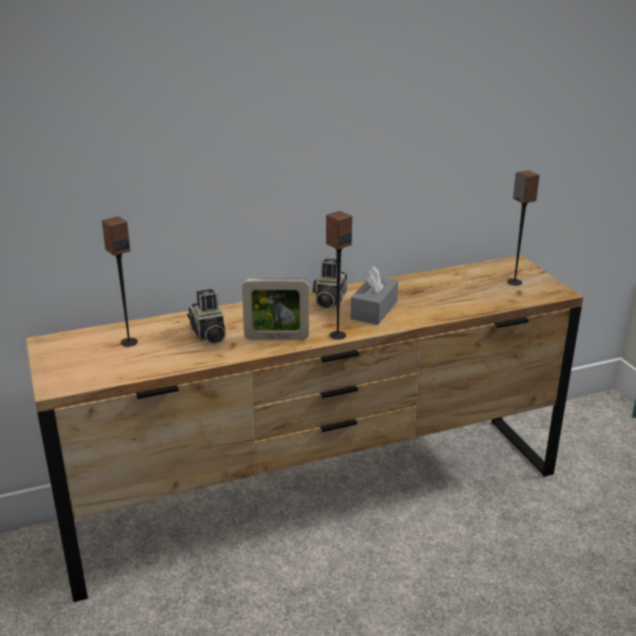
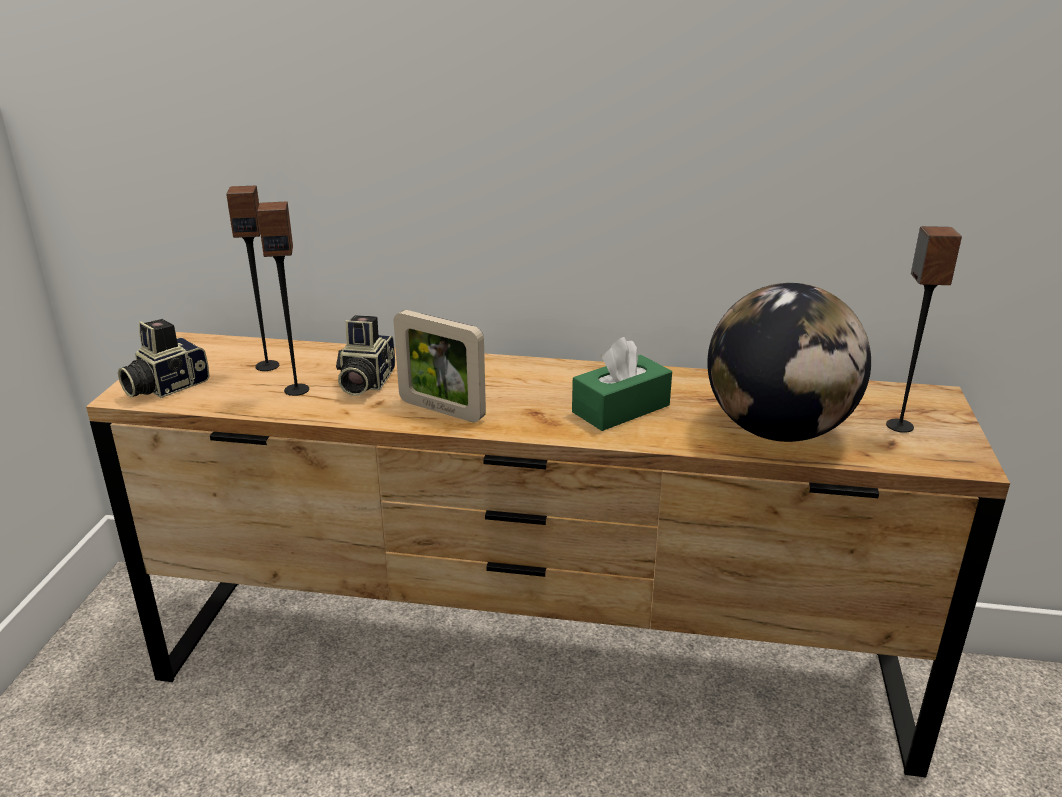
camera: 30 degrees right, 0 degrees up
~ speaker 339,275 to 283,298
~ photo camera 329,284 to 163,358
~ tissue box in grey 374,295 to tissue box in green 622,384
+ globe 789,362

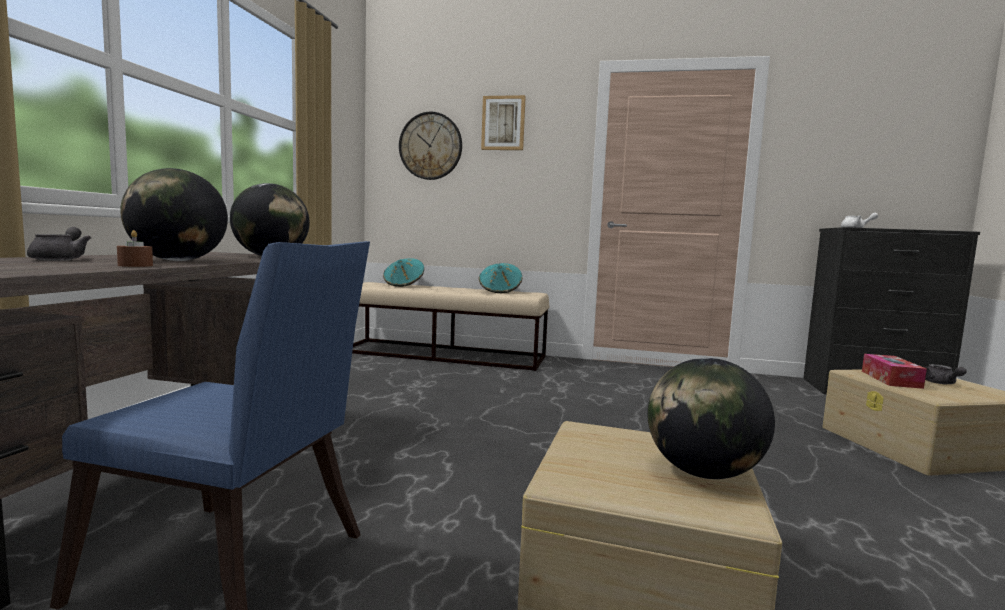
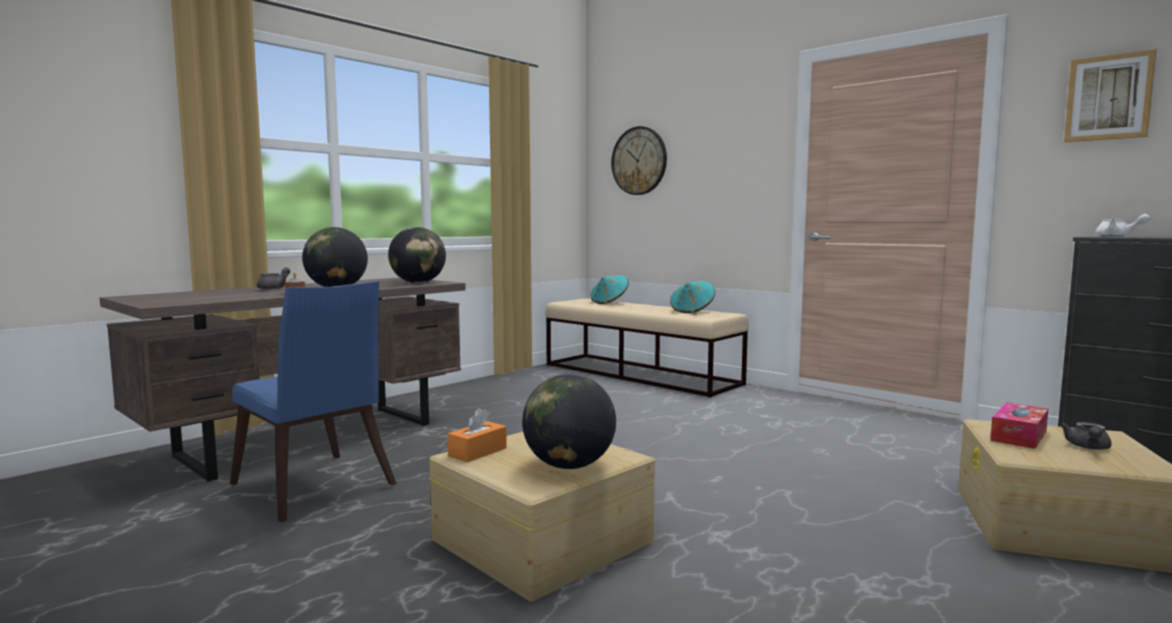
camera: 30 degrees right, 0 degrees up
~ picture 503,122 to 1110,95
+ tissue box in orange 477,435

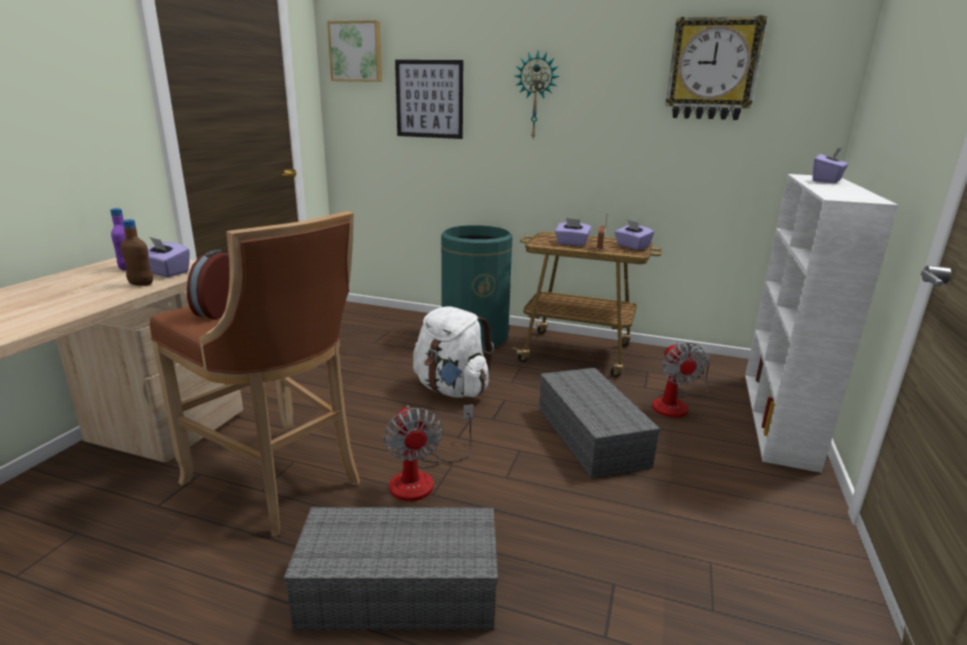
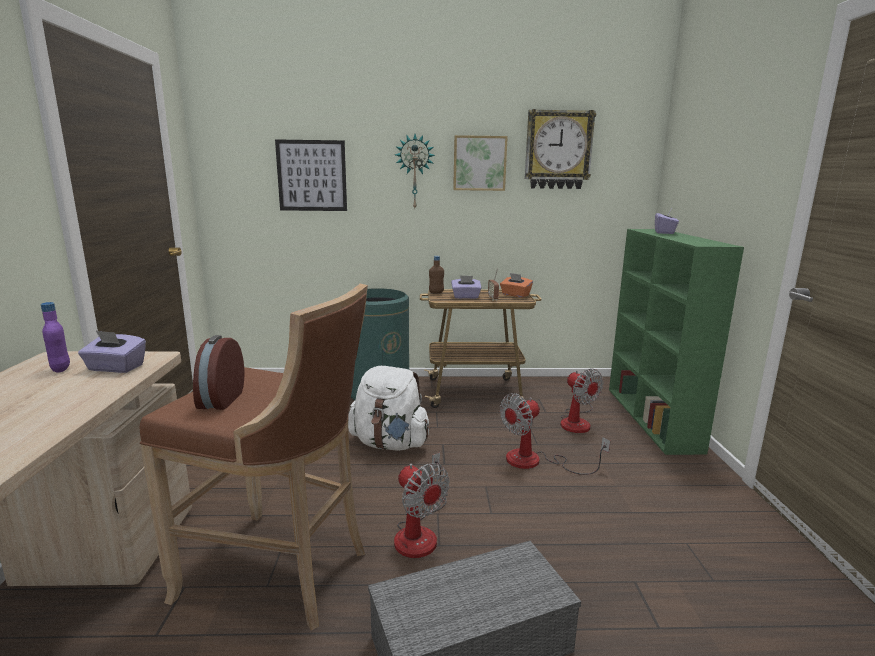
camera: 20 degrees left, 5 degrees down
~ picture 354,51 to 480,163
~ bookcase in white 821,323 to bookcase in green 676,342
~ bottle in brown 136,252 to 436,274
~ tissue box in purple 634,235 to tissue box in orange 516,285
~ storage box in grey 599,423 to fan 555,434

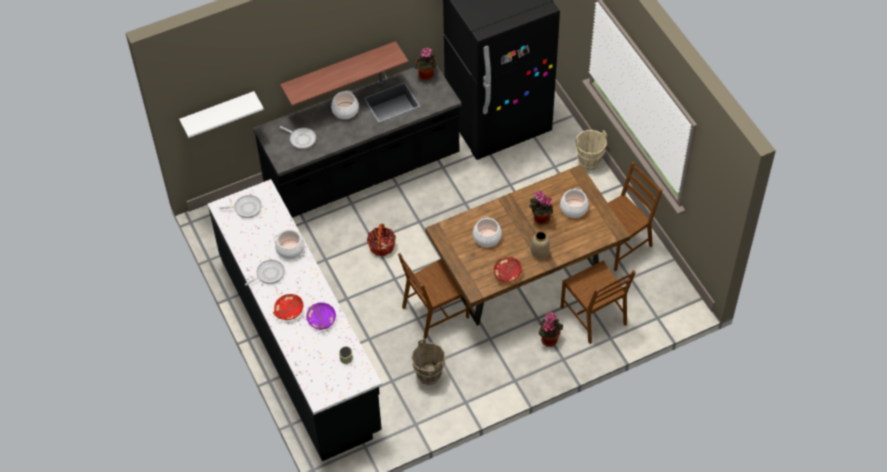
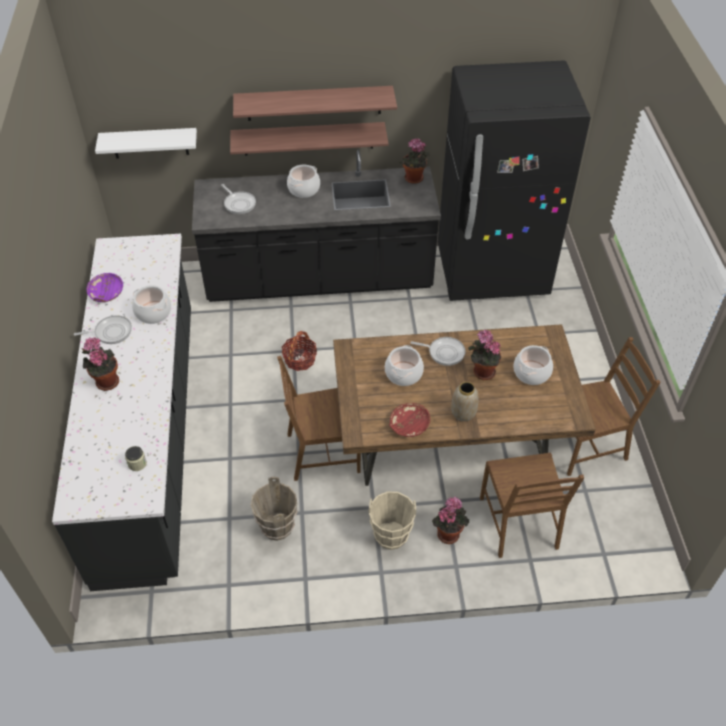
camera: 20 degrees right, 5 degrees down
~ bucket in beige 591,150 to 392,521
~ frying pan 240,206 to 437,351
~ bowl in red 288,307 to potted plant 100,364
~ bowl in purple 321,316 to 105,287
+ shelf 315,103

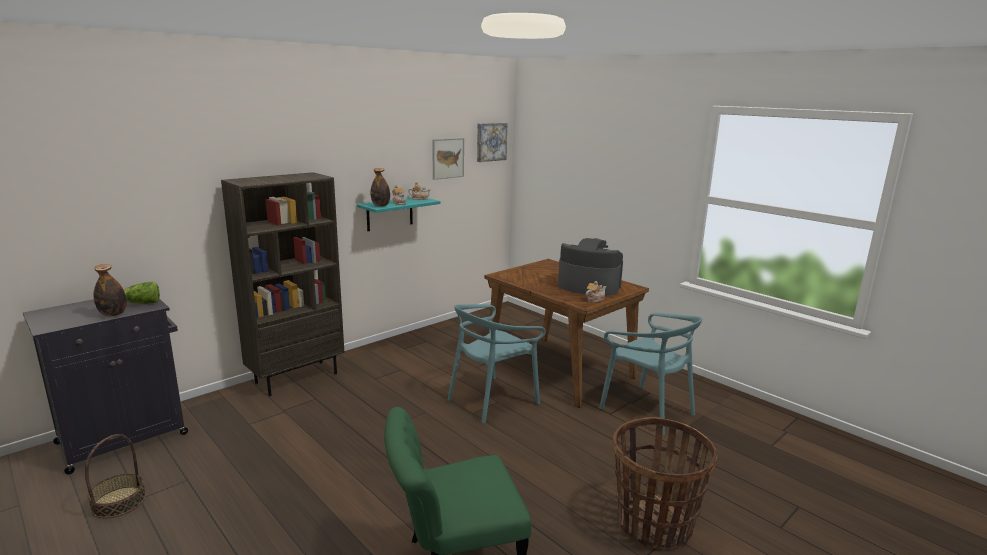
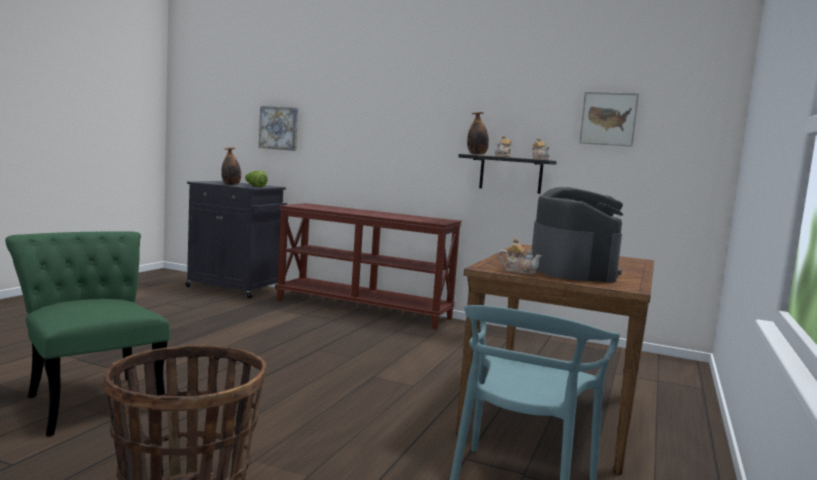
camera: 65 degrees right, 10 degrees down
~ picture 492,142 to 278,128
~ bookcase in brown 283,284 to console table in brown 369,266
~ shelf in turquoise 399,214 to shelf in black 507,174
- chair in turquoise 497,364
- basket 115,476

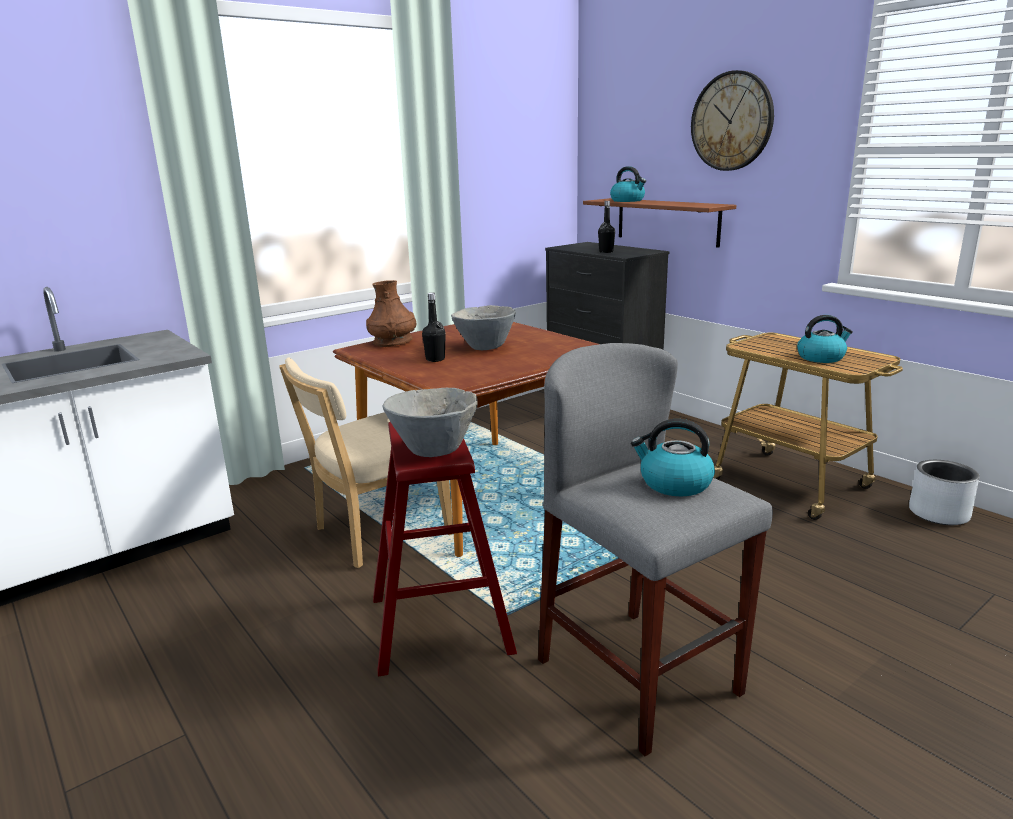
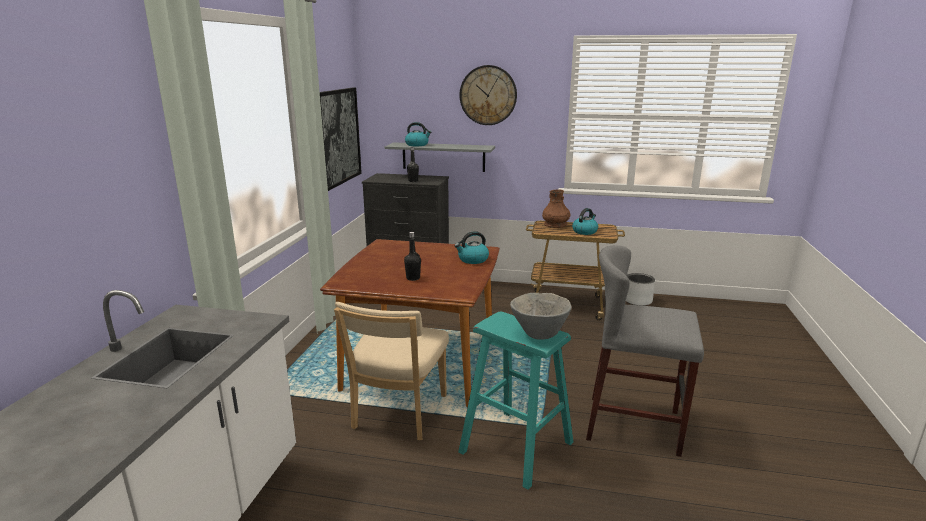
camera: 40 degrees left, 0 degrees up
~ shelf in brown 659,223 to shelf in grey 440,157
~ vase in brown 391,313 to 556,208
- bowl in grey 483,327
~ kettle 673,457 to 472,247
~ stool in red 445,549 to stool in turquoise 515,400
+ picture 341,139

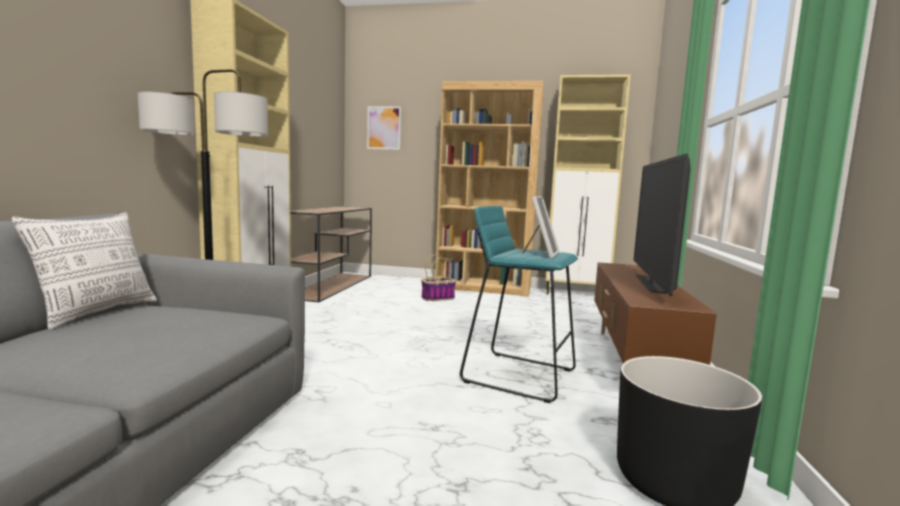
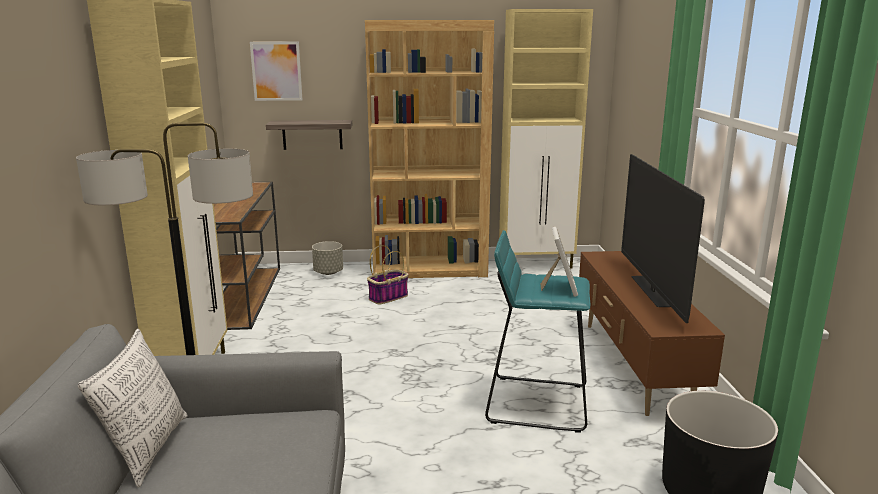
camera: 15 degrees left, 10 degrees up
+ shelf 309,135
+ planter in grey 327,258

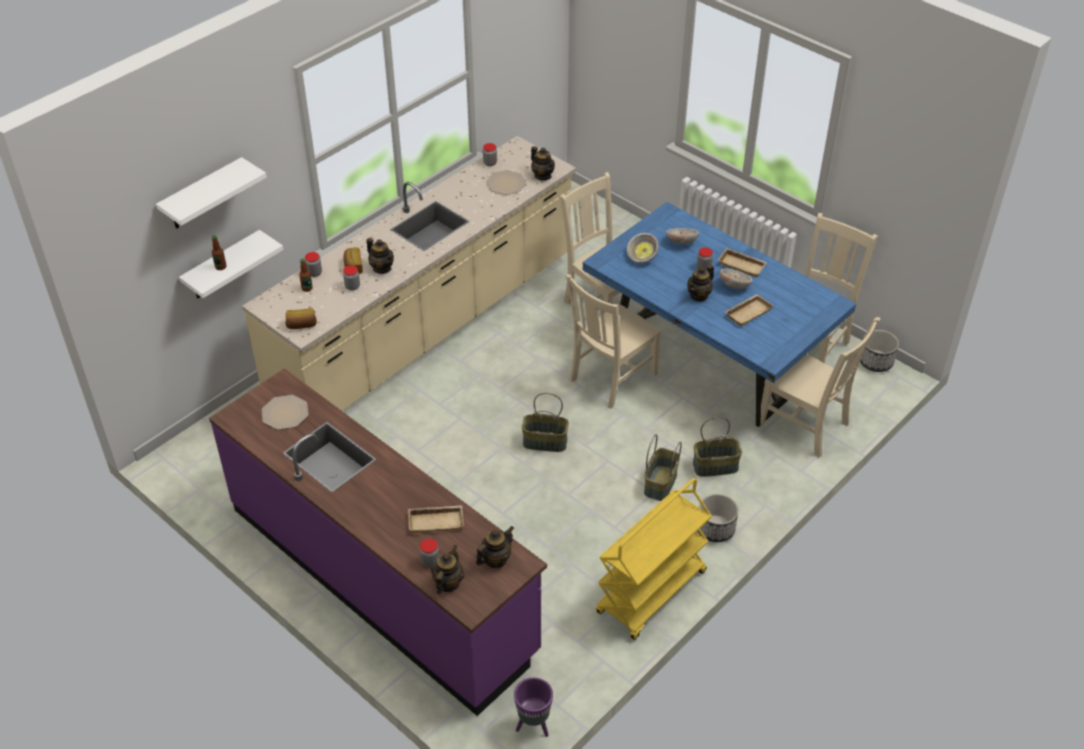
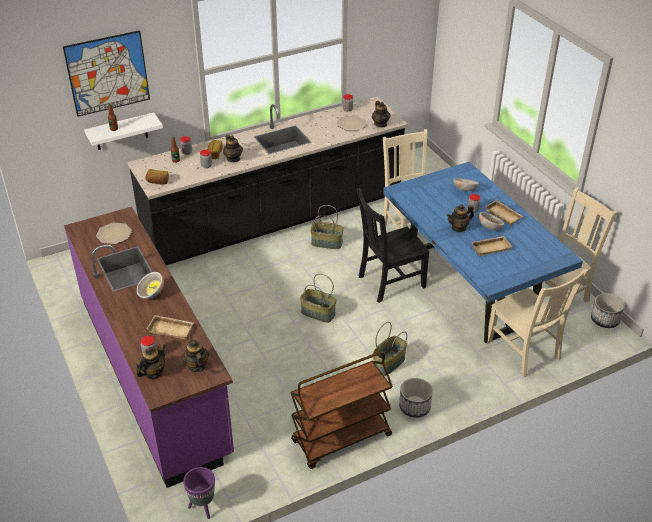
camera: 20 degrees right, 5 degrees down
~ counter in beige 409,273 to counter in black 268,181
~ shelf in white 211,193 to picture 106,73
~ bowl 643,248 to 150,285
~ chair in beige 613,341 to chair in black 393,245
~ basket 717,447 to 327,227
~ cart in yellow 654,559 to cart in brown 342,410
~ teapot 495,547 = 196,354 90 degrees counterclockwise

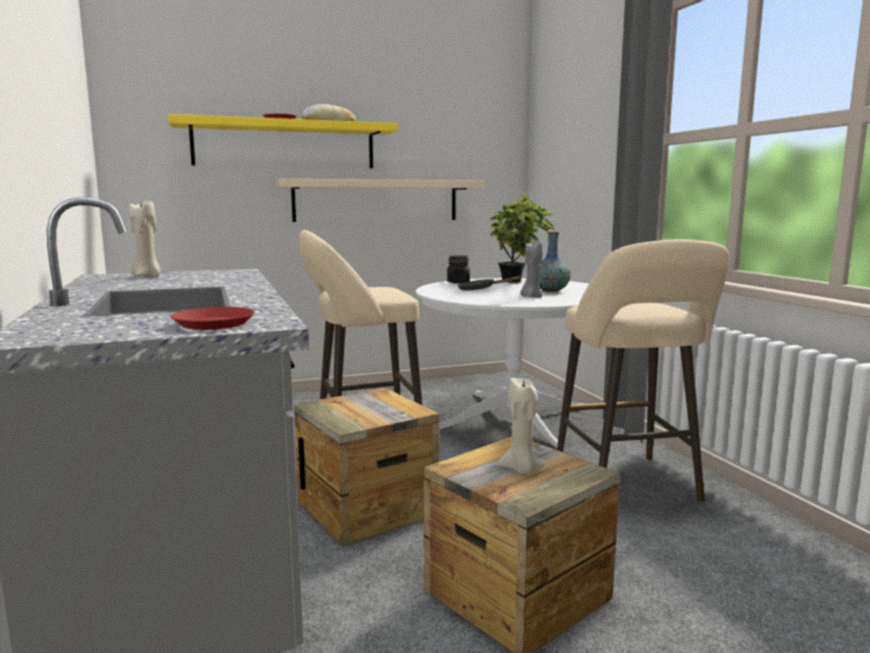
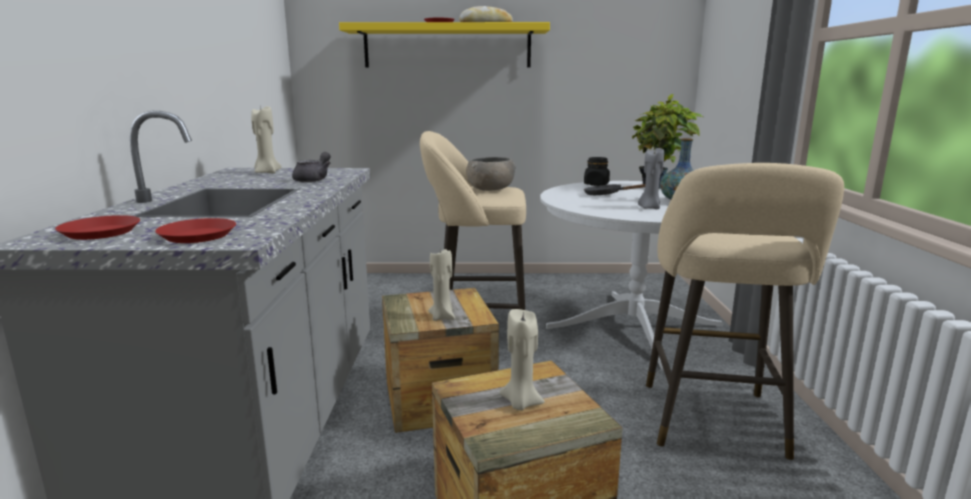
camera: 20 degrees right, 5 degrees up
- shelf in beige 379,200
+ teapot in grey 311,167
+ bowl in grey 491,174
+ plate in red 97,227
+ candle in beige 441,284

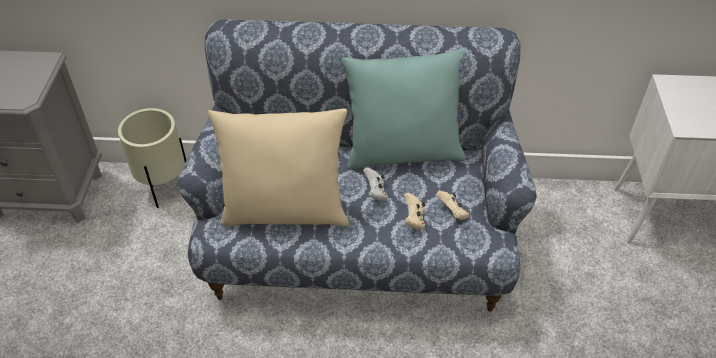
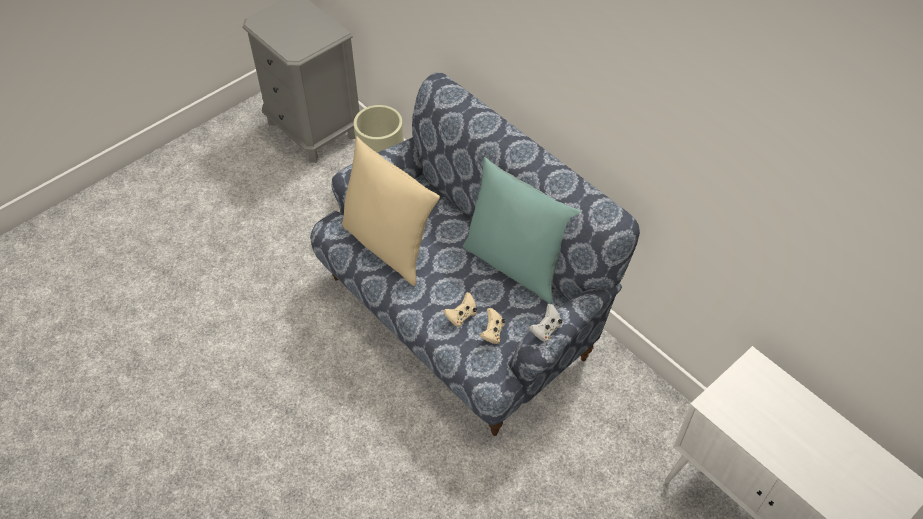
camera: 45 degrees right, 5 degrees up
~ game controller in white 375,184 to 545,323

